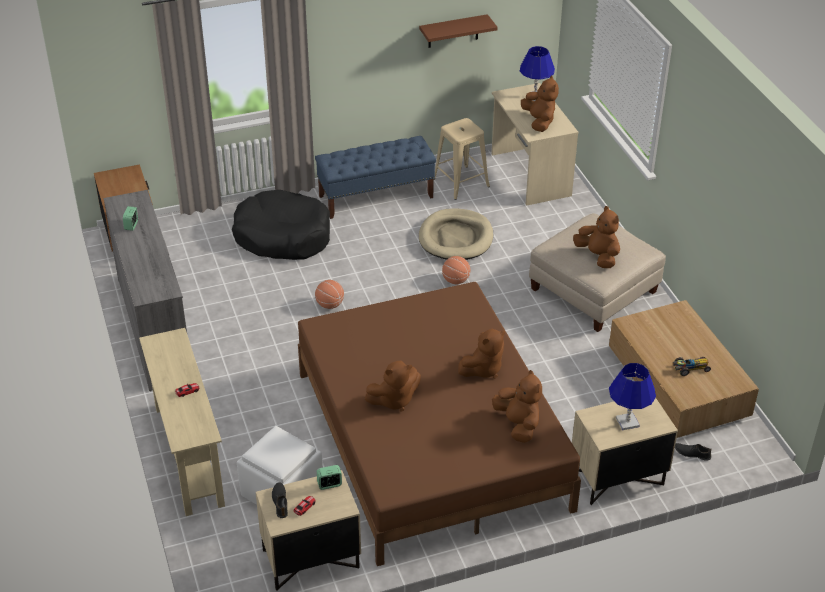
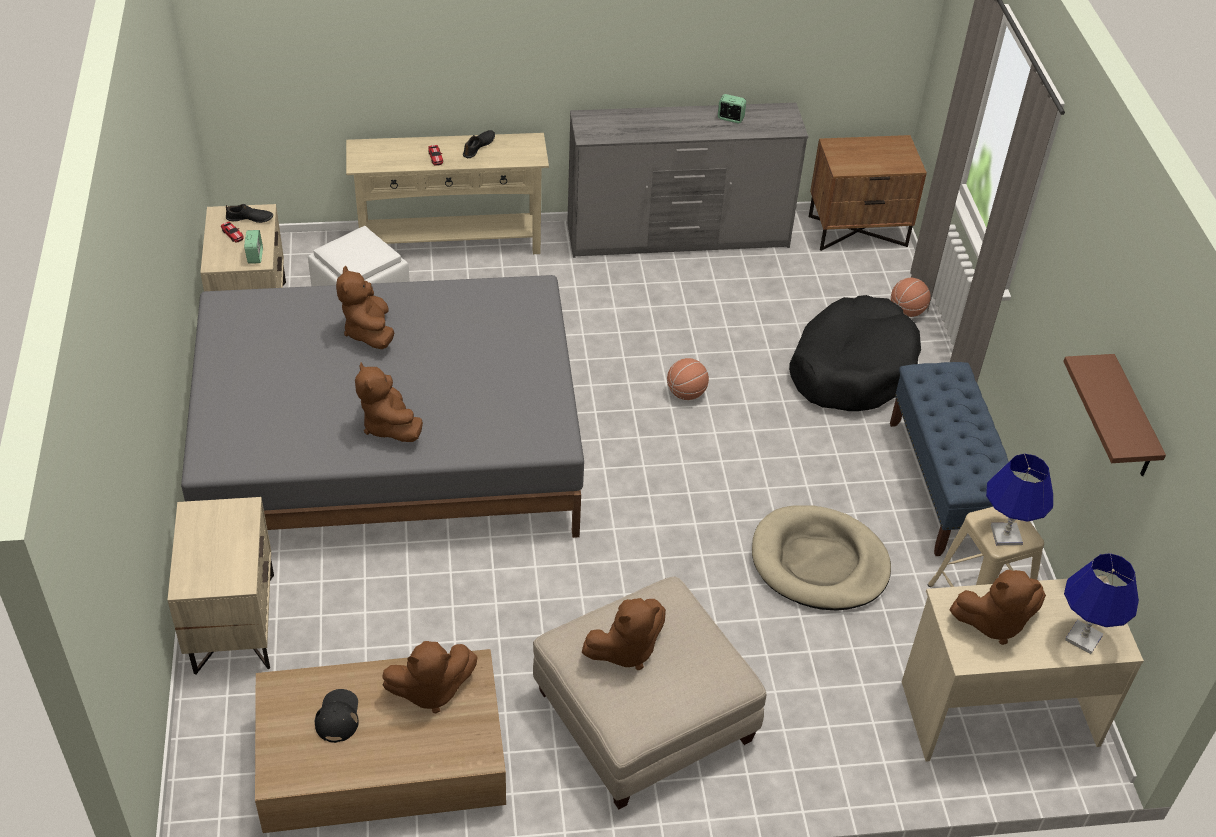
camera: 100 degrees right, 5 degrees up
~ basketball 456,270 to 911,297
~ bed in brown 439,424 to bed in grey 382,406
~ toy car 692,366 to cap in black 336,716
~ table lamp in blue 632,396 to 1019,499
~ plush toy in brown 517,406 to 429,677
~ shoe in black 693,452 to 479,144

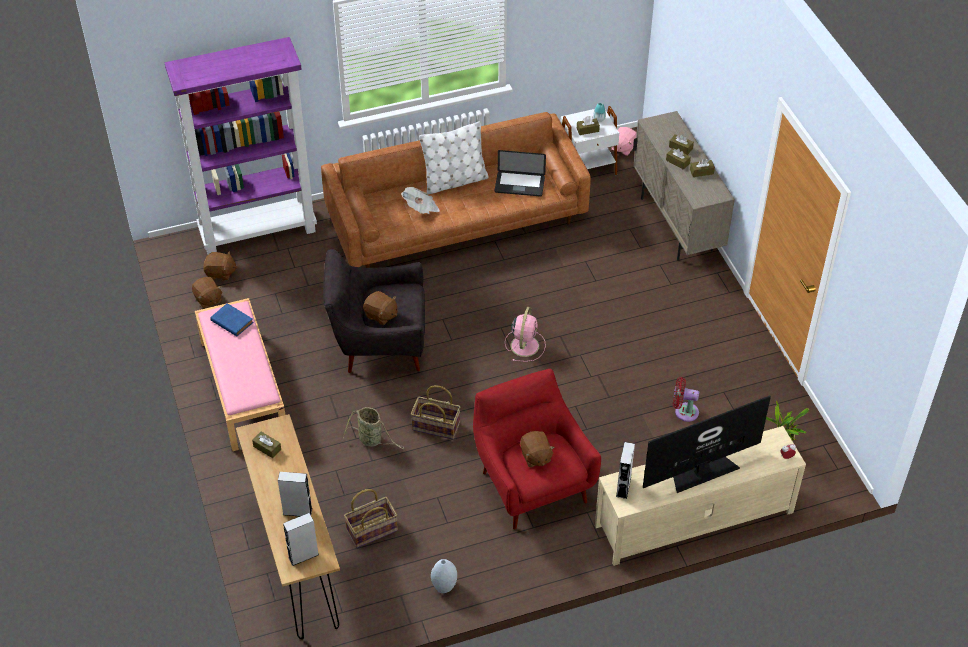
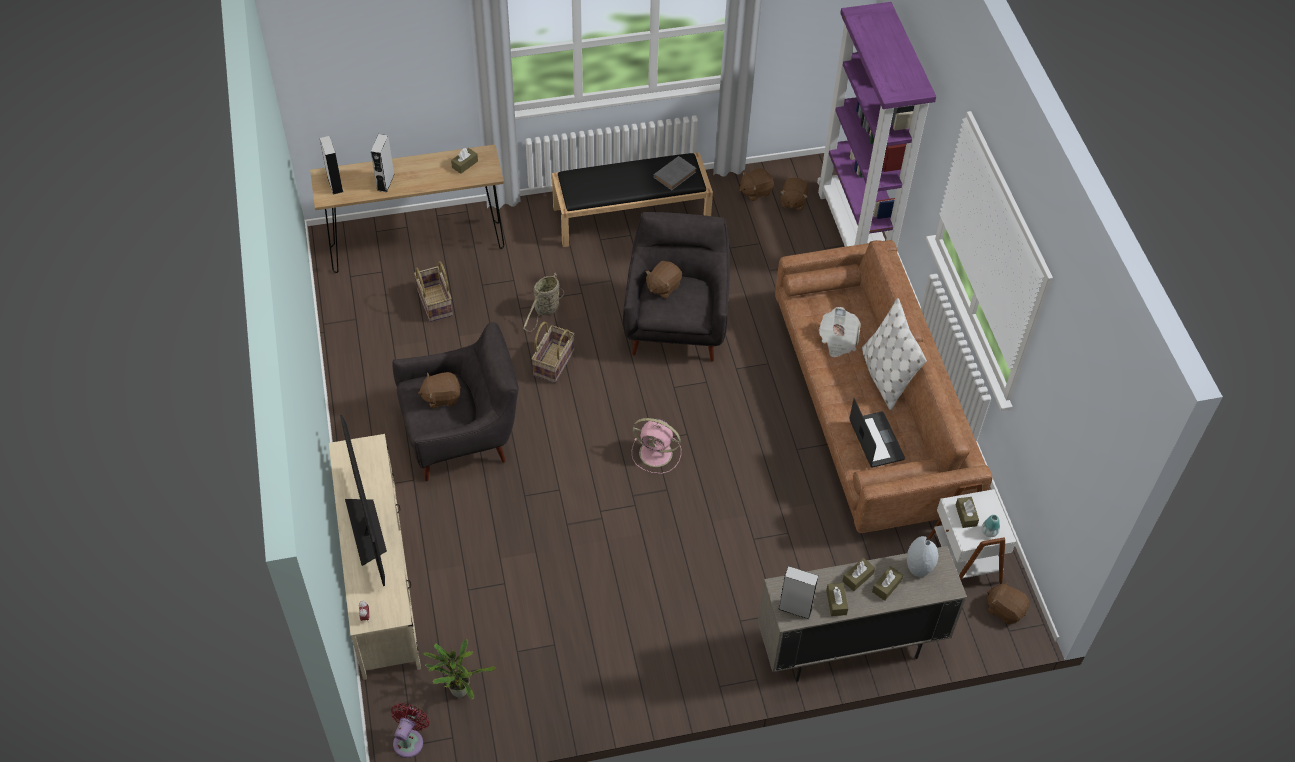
camera: 95 degrees right, 5 degrees up
~ plush toy in pink 624,141 to plush toy in brown 1008,602
~ laptop 520,173 = 877,433 150 degrees clockwise
~ bench in pink 240,374 to bench in black 632,199
~ book in blue 231,319 to book in grey 675,173
~ armchair in red 537,449 to armchair in grey 456,401
~ fan in red 686,399 to 410,730
~ speaker in grey 625,470 to 798,592
~ vase in grey 444,576 to 922,556

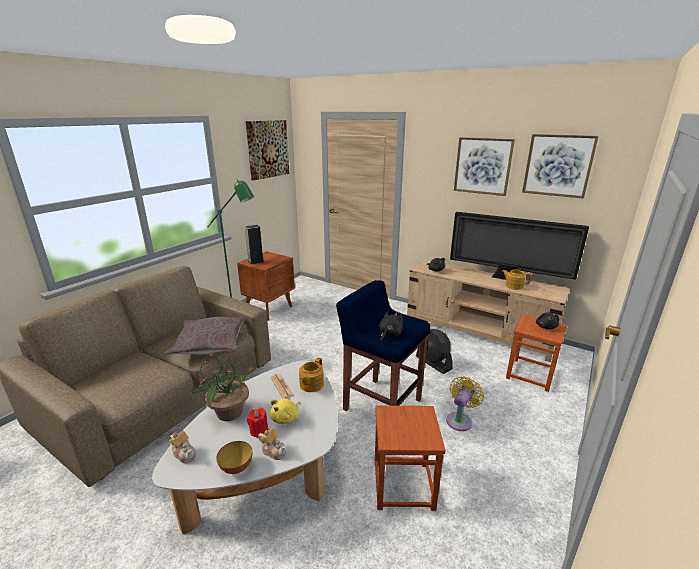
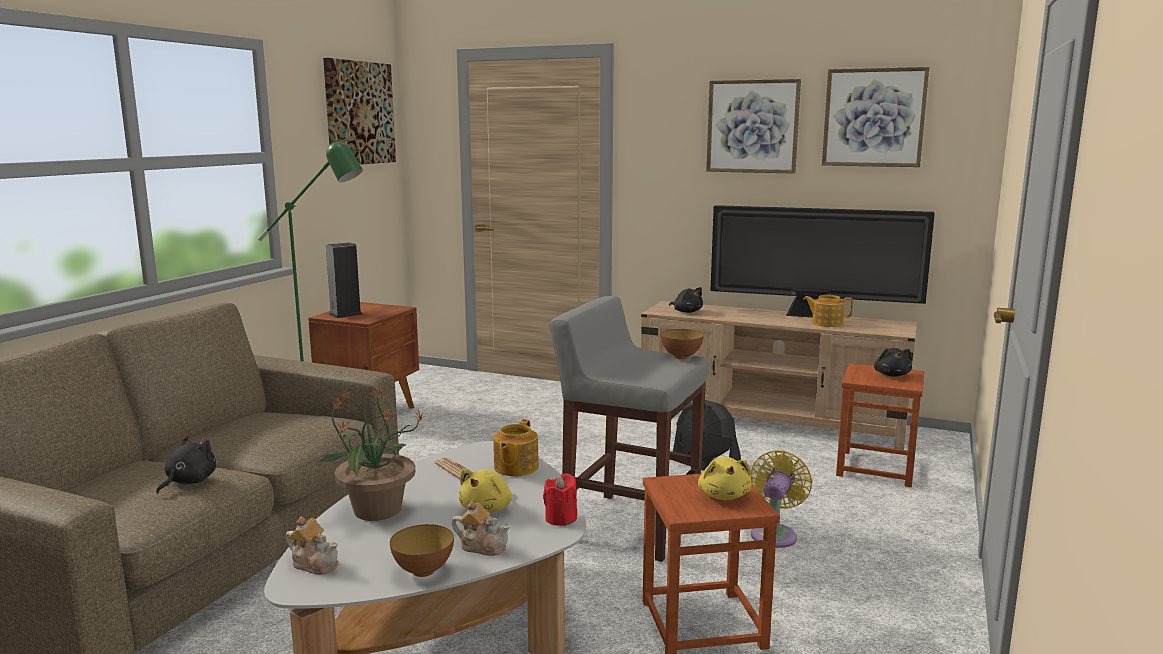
camera: 10 degrees left, 10 degrees down
~ stool in blue 383,345 to stool in grey 629,429
~ plush toy in black 390,326 to 186,465
- pillow in grey 205,336
~ candle in red 257,422 to 560,500
+ bowl 682,344
+ plush toy in yellow 724,478

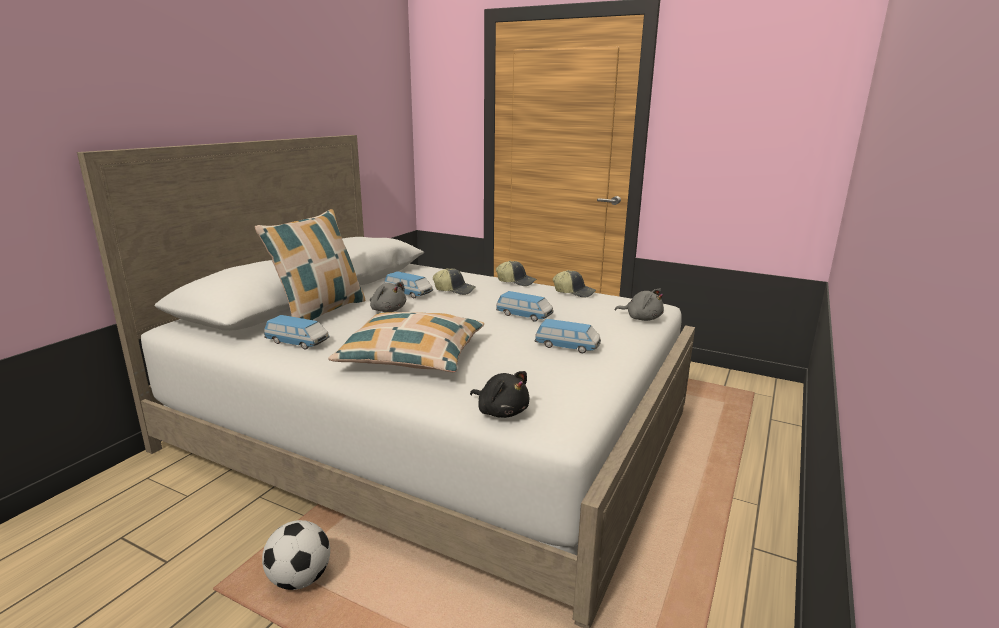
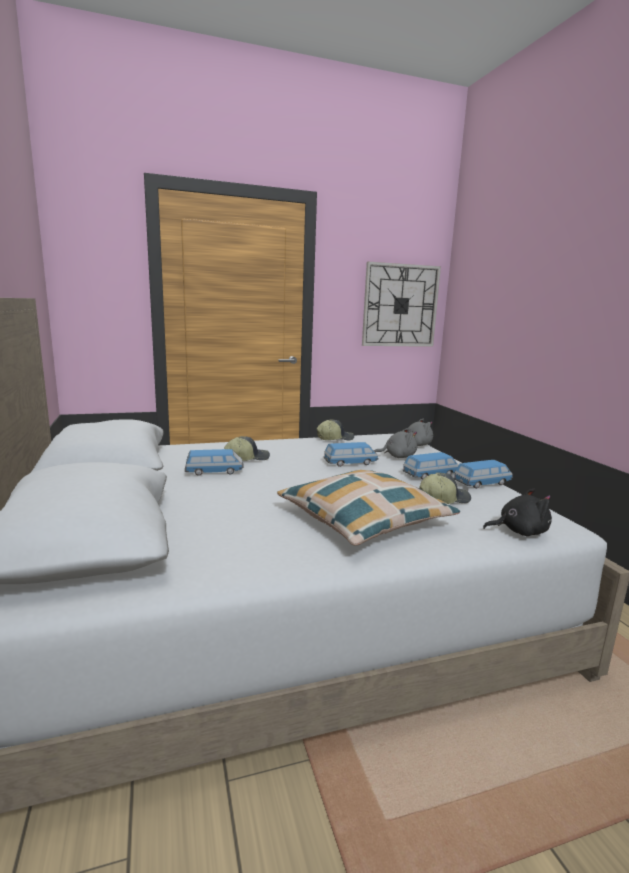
camera: 45 degrees left, 5 degrees down
- pillow 310,264
~ cap 516,273 to 445,488
~ plush toy in grey 388,296 to 395,443
~ toy car 297,332 to 483,474
- football 296,555
+ wall clock 401,304

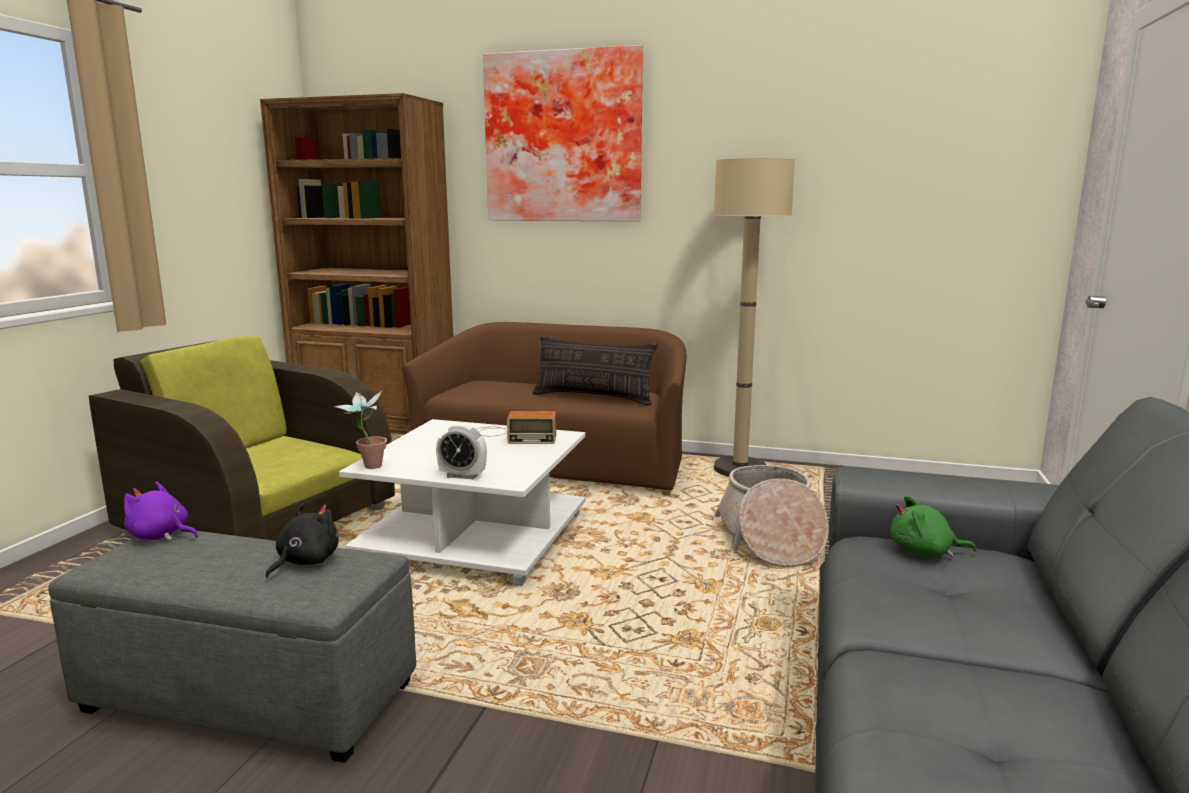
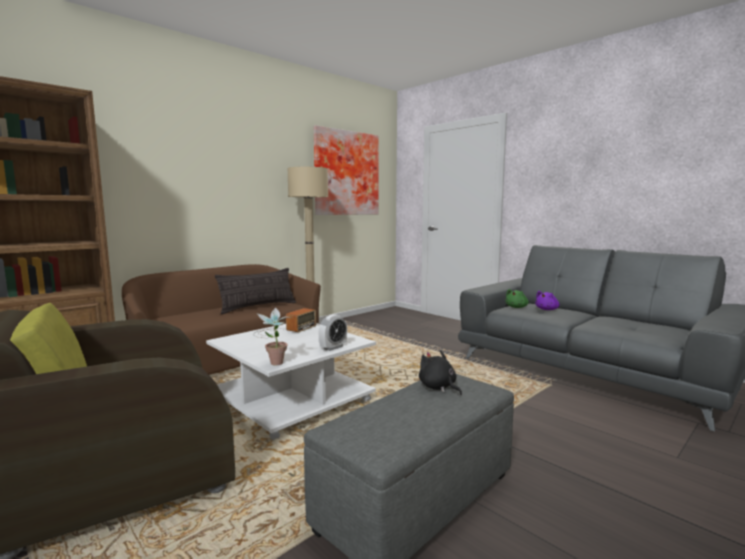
camera: 60 degrees left, 5 degrees down
~ picture 563,133 to 346,170
- basket 772,516
~ plush toy in purple 161,511 to 547,300

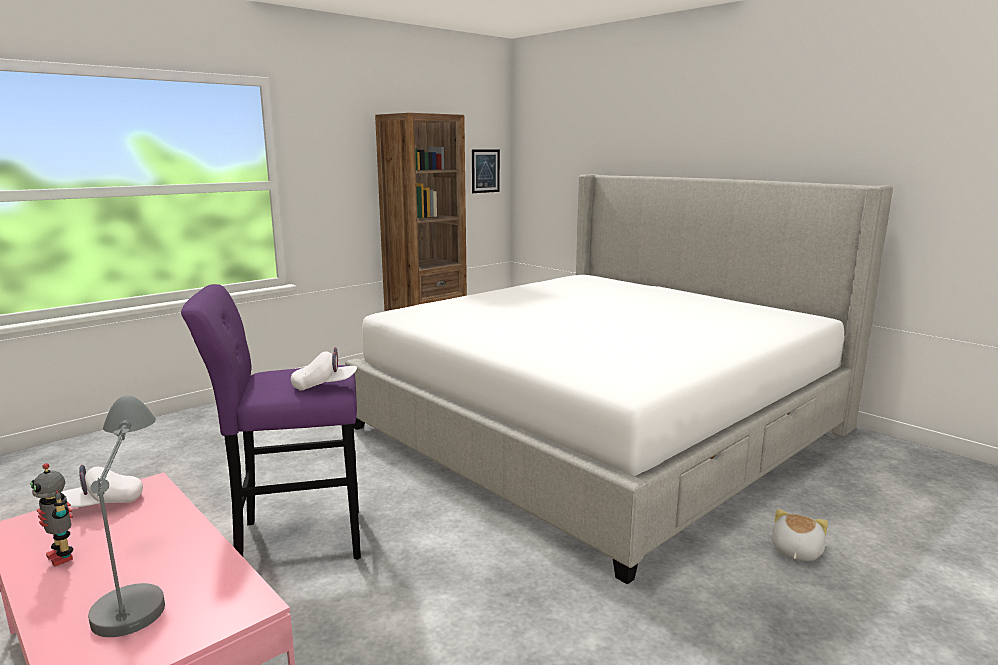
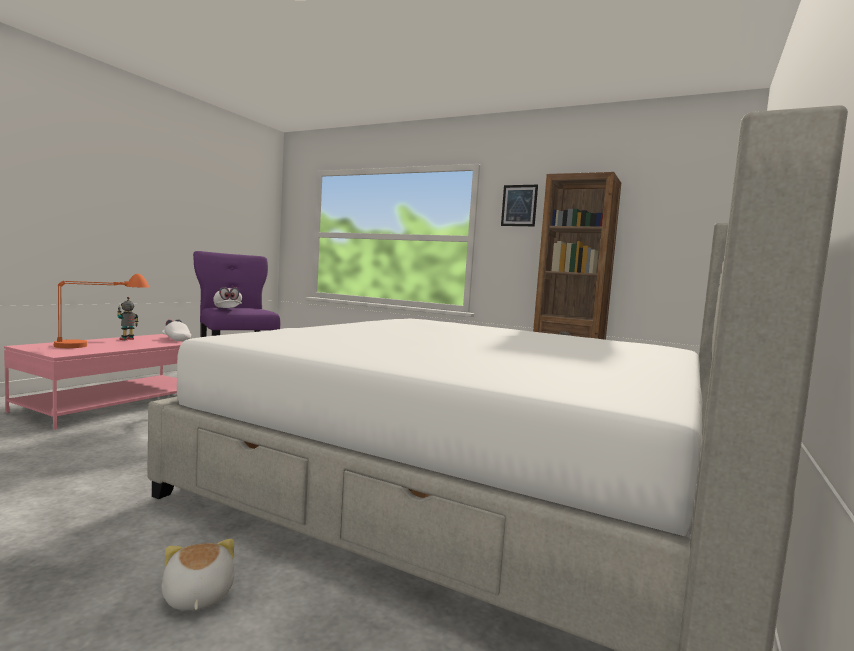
camera: 70 degrees right, 10 degrees down
~ picture 486,171 to 519,205
~ table lamp in grey 126,516 to table lamp in orange 101,311
~ plush toy 799,535 = 197,575 120 degrees counterclockwise

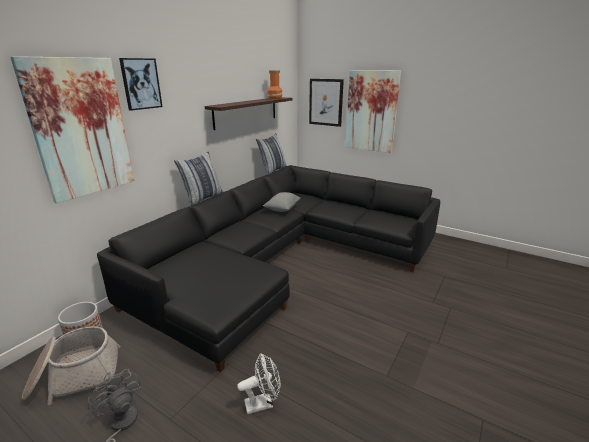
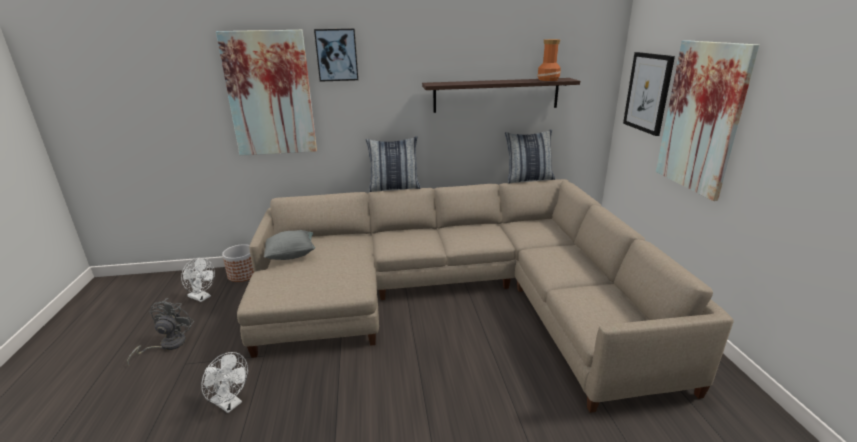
camera: 50 degrees right, 0 degrees up
~ sofa in black 268,268 to sofa in beige 485,296
~ pillow in grey 282,202 to 289,245
~ basket 71,365 to fan in white 198,280

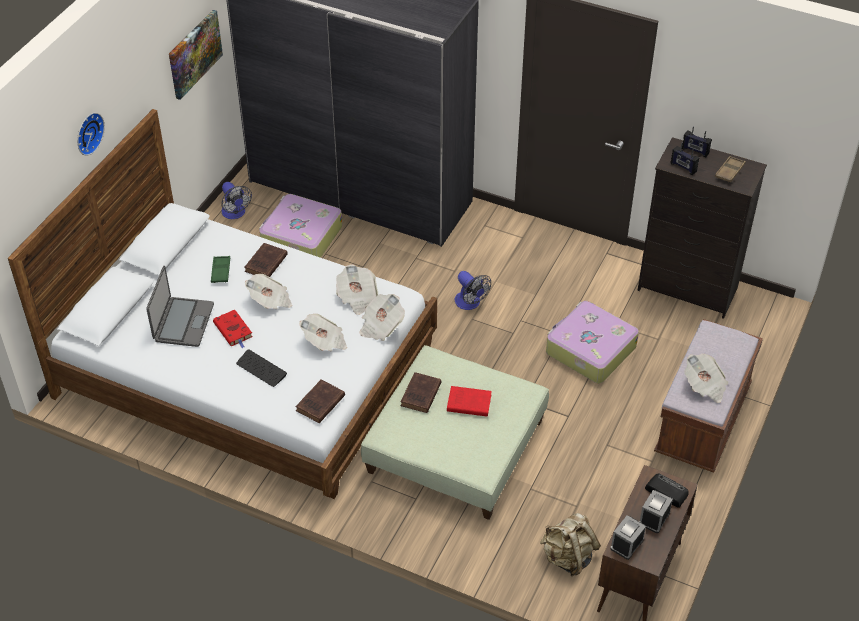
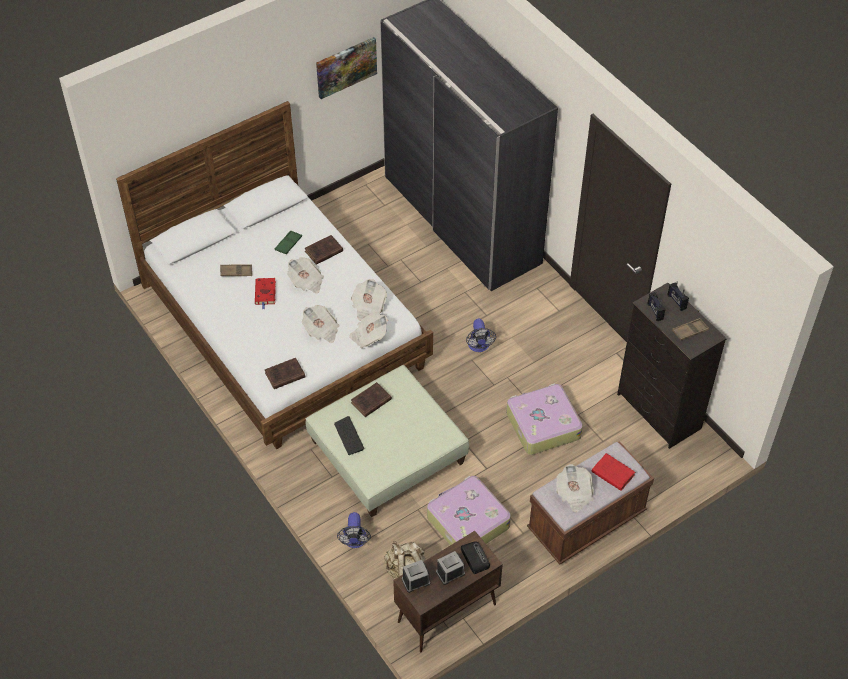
camera: 30 degrees right, 5 degrees up
- wall clock 91,134
~ fan 237,200 to 354,530
~ suitcase 300,226 to 469,510
~ laptop 180,306 to tray in brown 236,270
~ keyboard 261,368 to 349,435
~ book in red 469,401 to 613,472

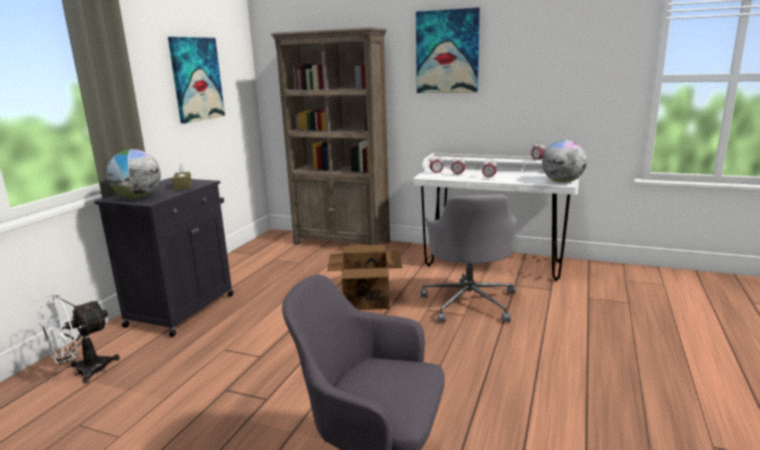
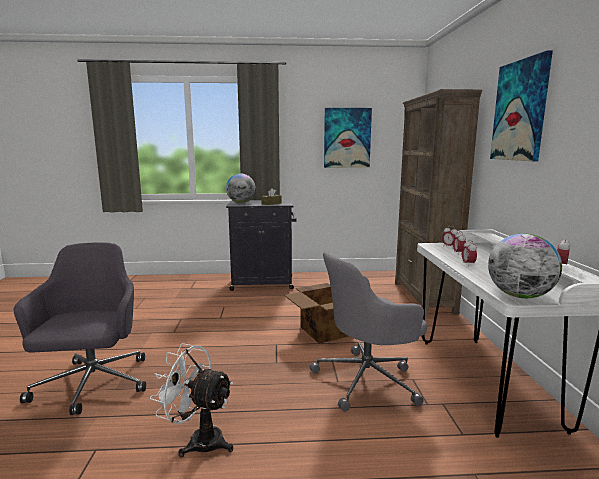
camera: 65 degrees right, 5 degrees down
~ fan in white 78,339 to 191,400

